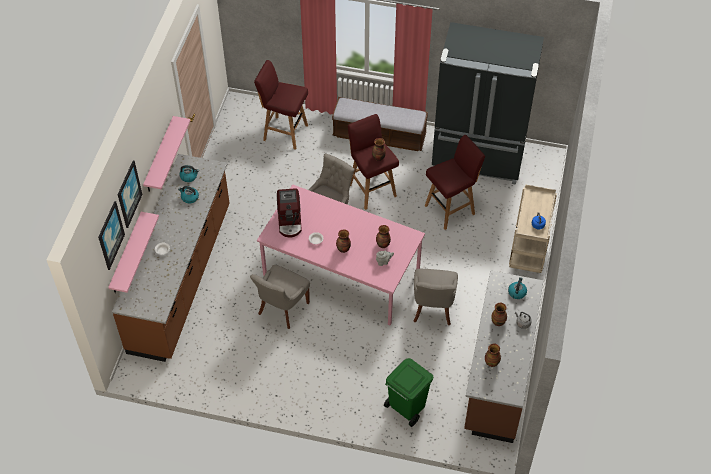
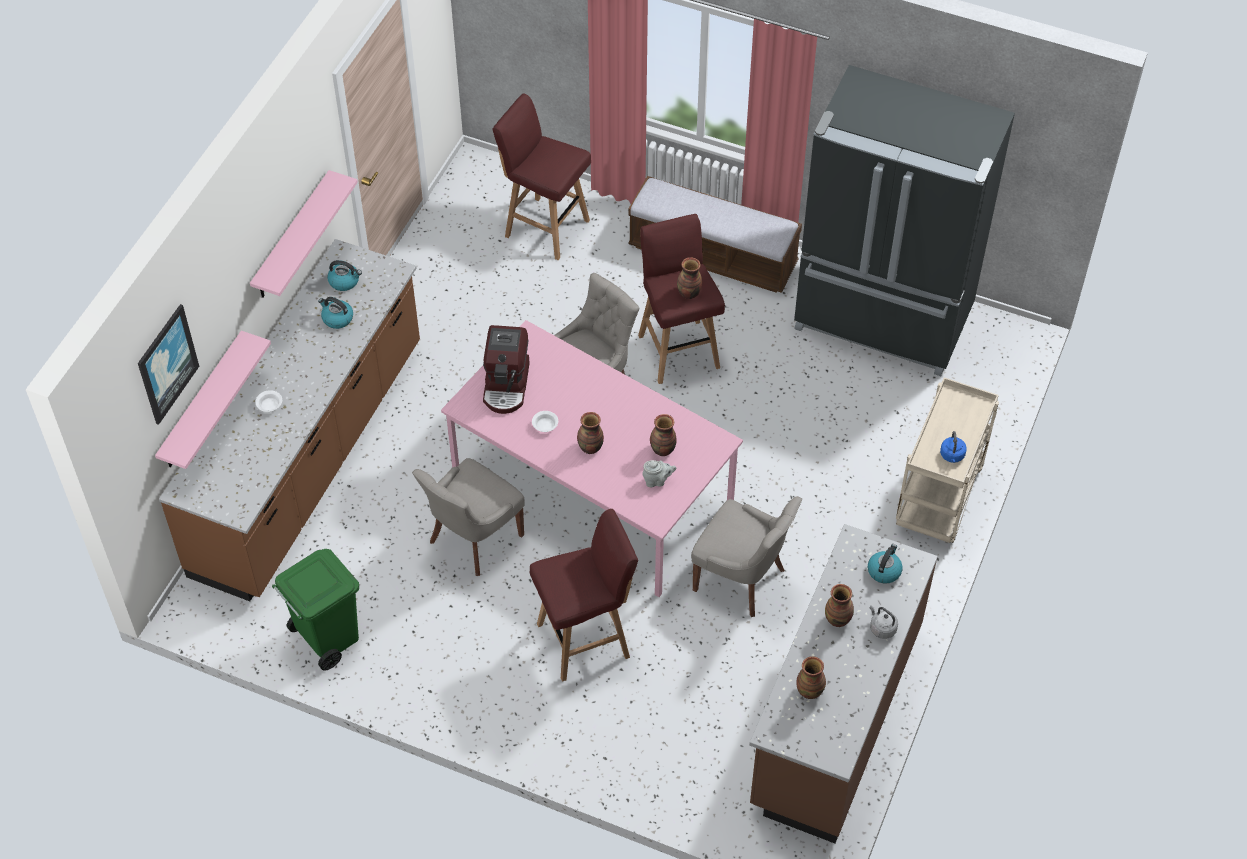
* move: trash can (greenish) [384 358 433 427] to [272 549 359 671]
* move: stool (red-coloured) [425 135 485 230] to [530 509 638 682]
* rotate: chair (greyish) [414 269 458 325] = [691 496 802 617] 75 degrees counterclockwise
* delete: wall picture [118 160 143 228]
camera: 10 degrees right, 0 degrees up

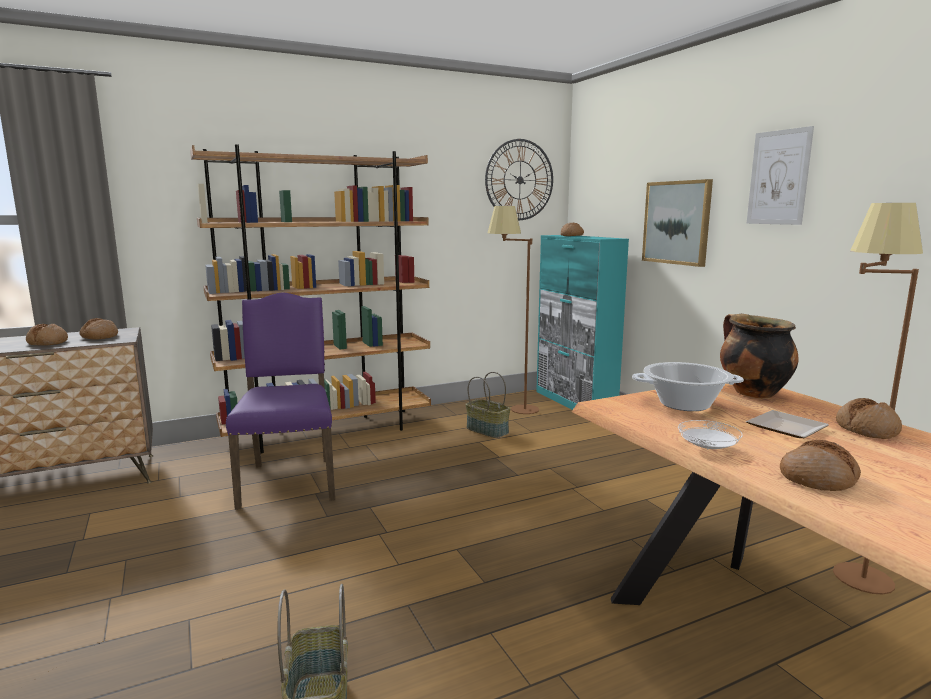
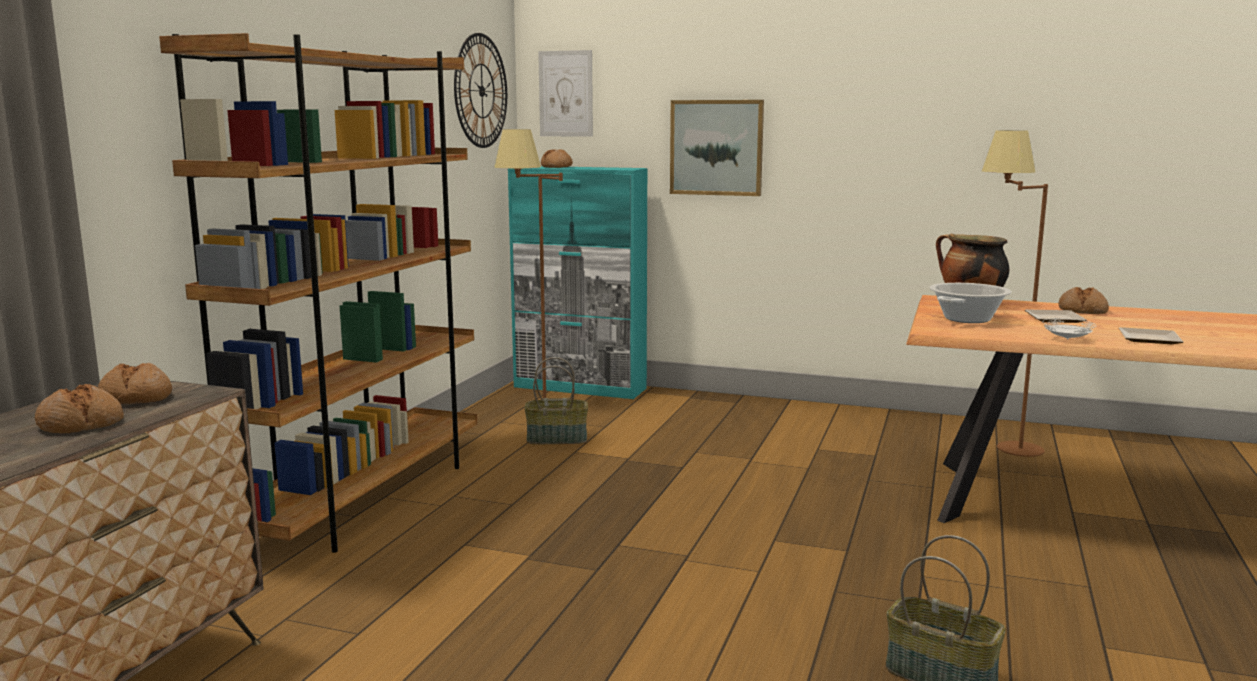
* move: wall picture [747 126 814 225] to [538 50 593 137]
* replace: bakery bread [780 440 861 491] to flat dish [1119 327 1183 344]
* delete: chair (purplish) [226 292 335 510]
camera: 45 degrees left, 0 degrees up

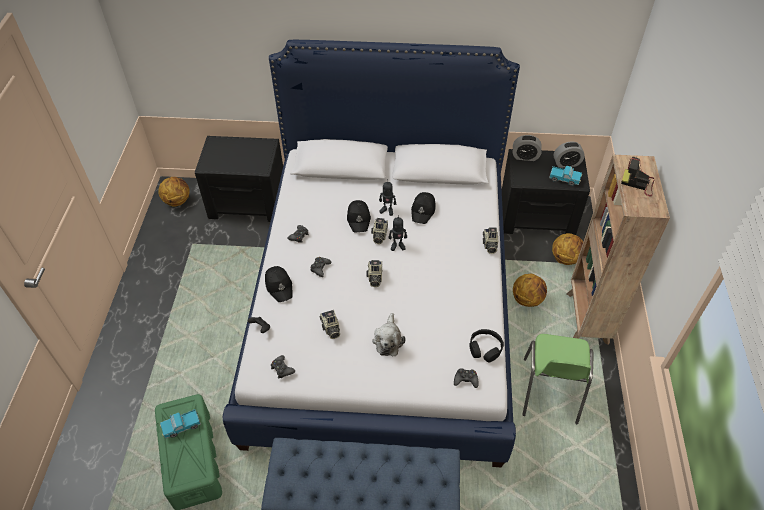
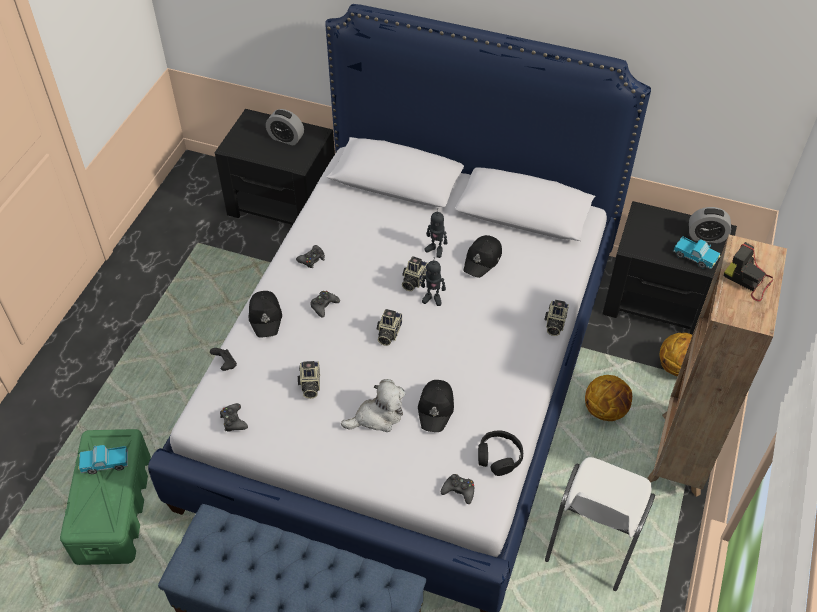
* move: alarm clock [513 135 542 161] to [266 109 304 146]
* rotate: soft toy [372 313 406 356] = [341 379 406 432] 135 degrees counterclockwise
* move: cap (black) [347 200 371 232] to [418 380 454 432]
* recolor: chair (greenish) [522 334 593 424] to chair (whitish) [545 457 655 591]
* delete: ball for basketball [158 177 190 207]
camera: 15 degrees right, 0 degrees up

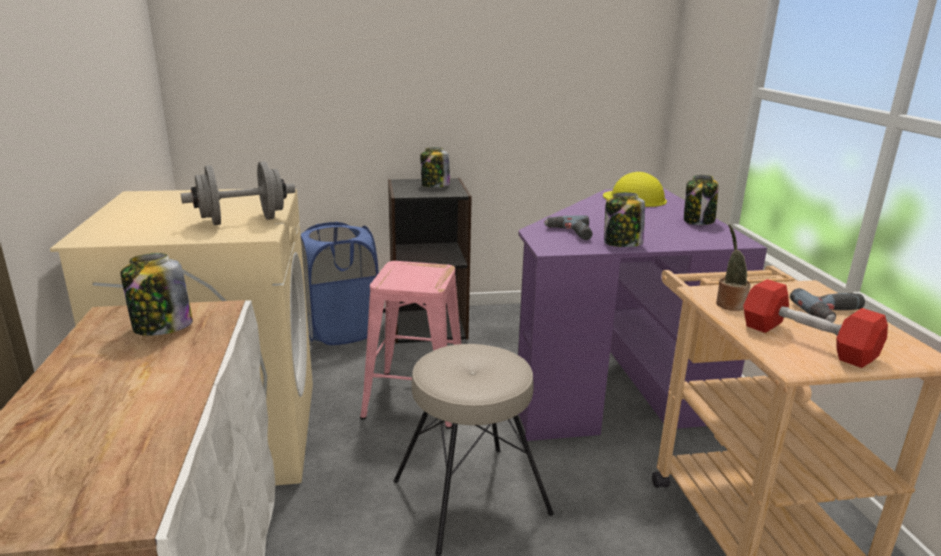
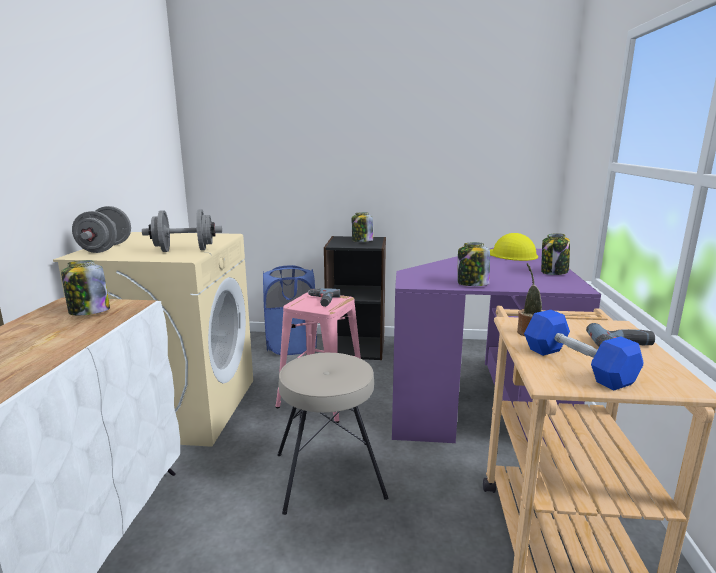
* insert: hand weight (greyish) [72 206 131 253]
* move: drill [544 216 592 240] to [308 288 340 307]
* recolor: hand weight (red-coloured) [743 279 888 368] to hand weight (bluish) [524 310 643 391]
camera: 15 degrees right, 5 degrees down

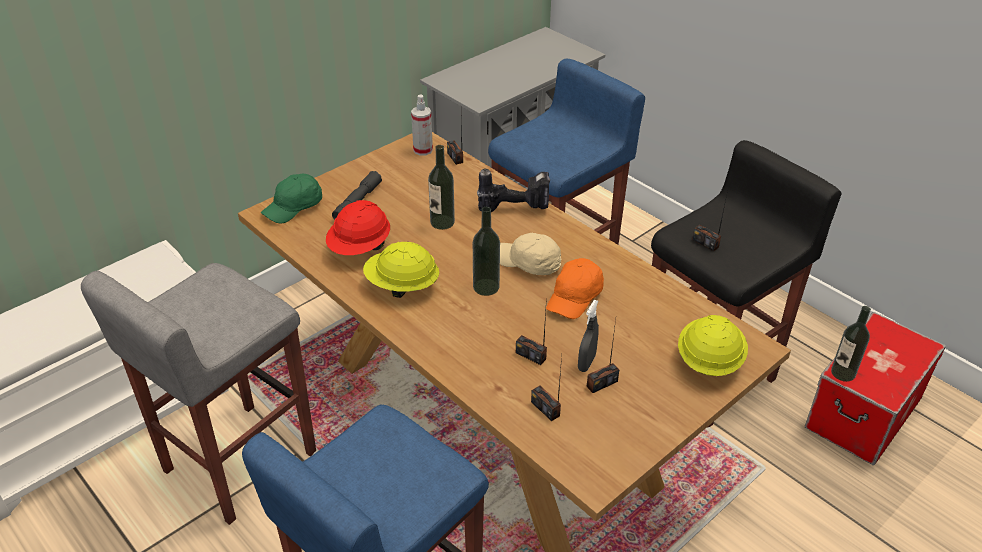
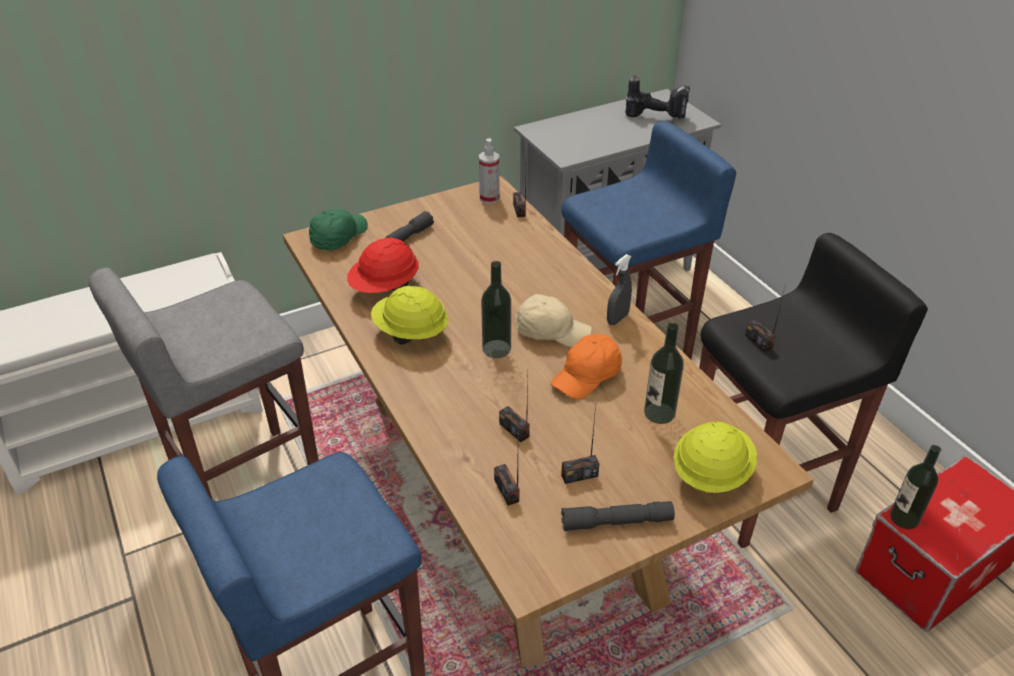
* rotate: cap (greenish) [261 174 322 224] = [309 209 368 250] 150 degrees clockwise
* rotate: cap (sand-coloured) [500 233 561 275] = [515 294 592 347] 150 degrees clockwise
* insert: flashlight (greyish) [561 501 675 531]
* move: spray bottle (greyish) [578 300 599 372] to [607 254 632 325]
* move: drill [477 169 550 212] to [625 75 690 119]
* move: beverage bottle [428 145 455 230] to [644 323 684 424]
camera: 15 degrees right, 0 degrees up

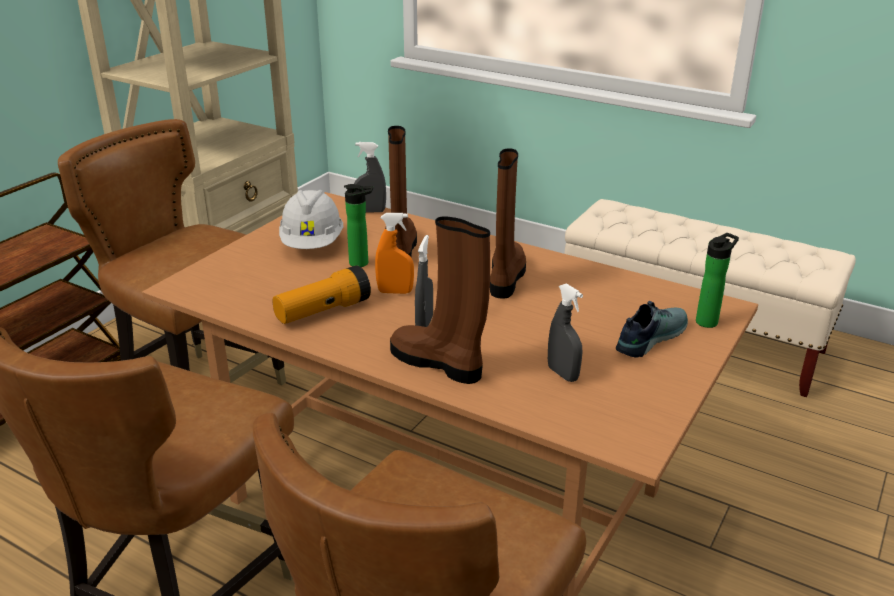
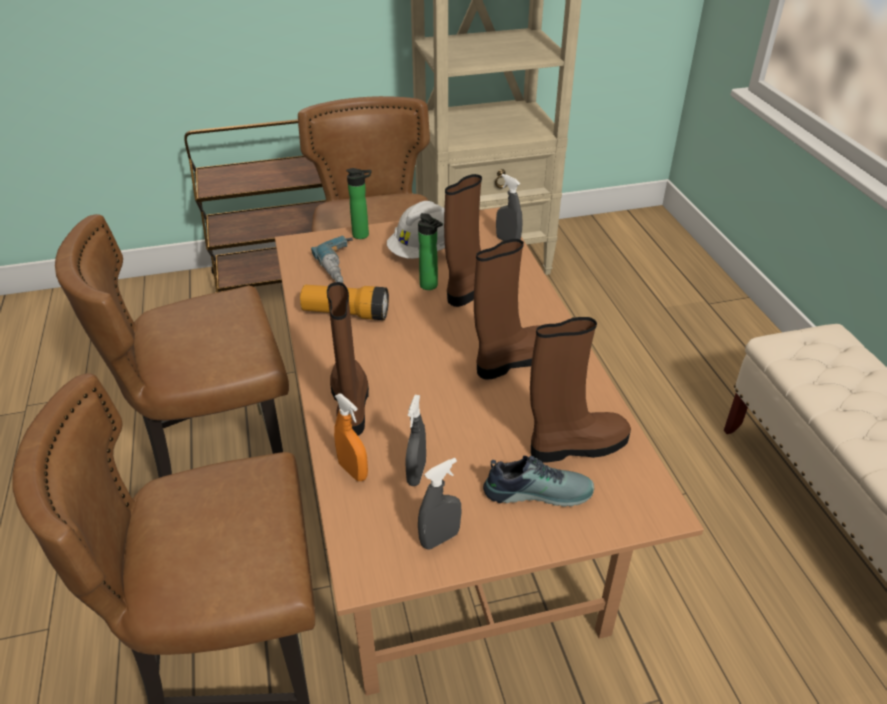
* insert: drill [311 236 353 283]
* move: spray bottle (orangey) [375 213 414 294] to [334 394 368 481]
* move: beverage bottle [696 233 739 328] to [346 168 372 239]
* move: spray bottle (greyish) [415 235 433 327] to [418 458 461 550]
* insert: boot (brown) [530 317 631 463]
camera: 45 degrees right, 10 degrees up

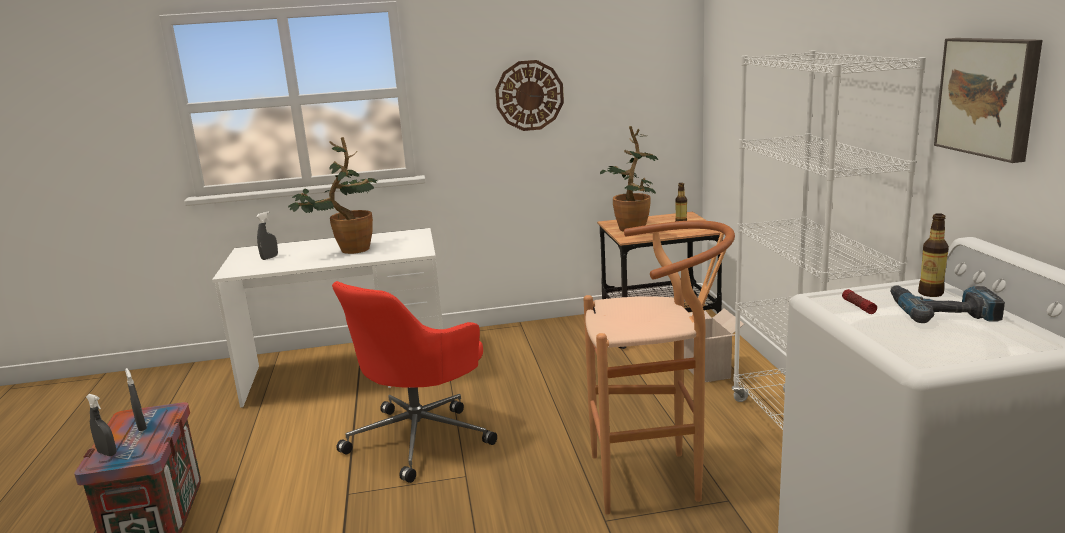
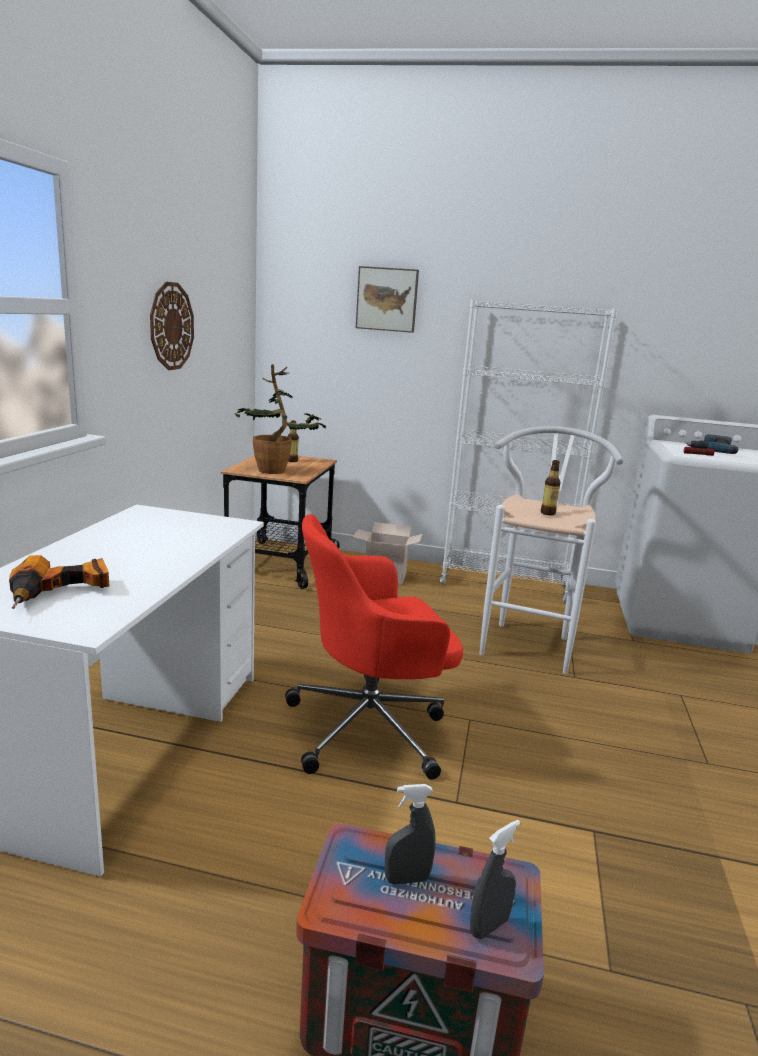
* replace: spray bottle (greyish) [256 211 278 260] to drill [9 555 109 609]
* rotate: computer chair (red-coloured) [332 281 497 483] = [285 514 463 780] 105 degrees clockwise
* move: wall picture [934 38 1042 163] to [356 266 419 333]
* recolor: stool (brown) [584 220 735 515] to stool (whitish) [479 426 623 674]
* move: beverage bottle [918 213 949 297] to [541 460 561 515]
* delete: plant in a pot [288 137 378 254]
camera: 70 degrees left, 0 degrees up

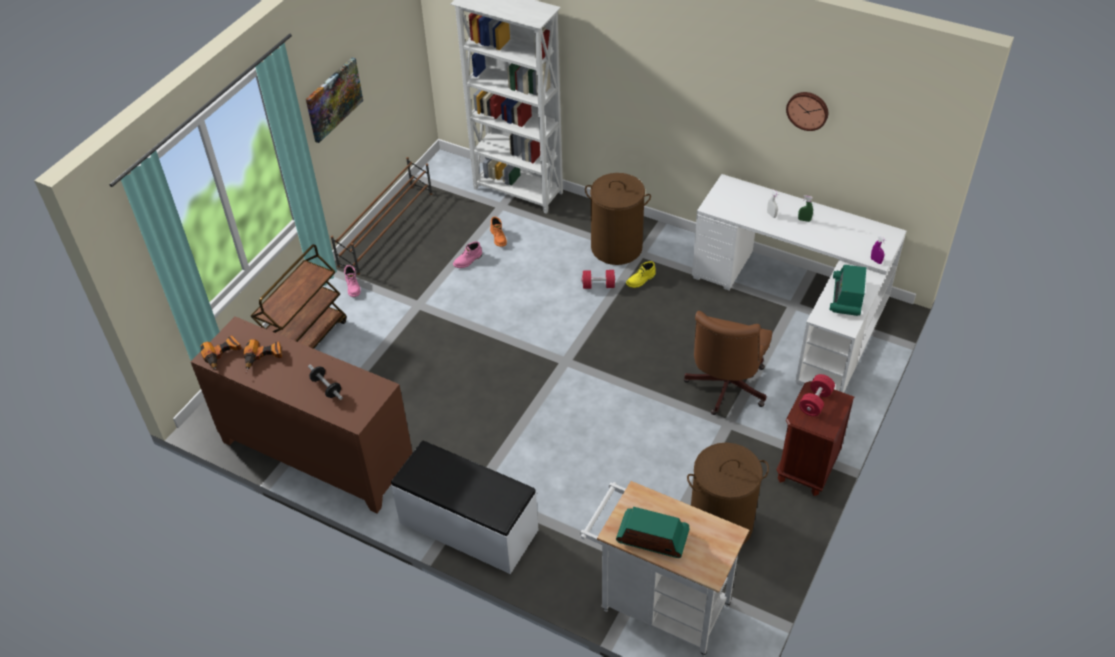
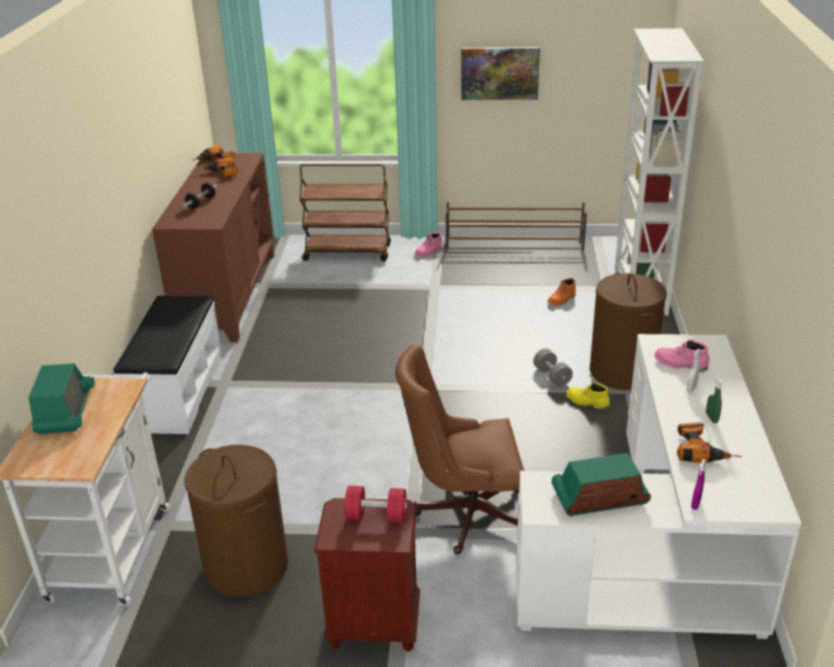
* recolor: hand weight (red-coloured) [582 270 616 289] to hand weight (greyish) [533 348 573 387]
* move: boot (pink-coloured) [453 241 482 268] to [654 340 709 372]
* insert: drill [677 422 742 463]
* delete: clock on the wall [786 92 828 131]
camera: 65 degrees right, 15 degrees down

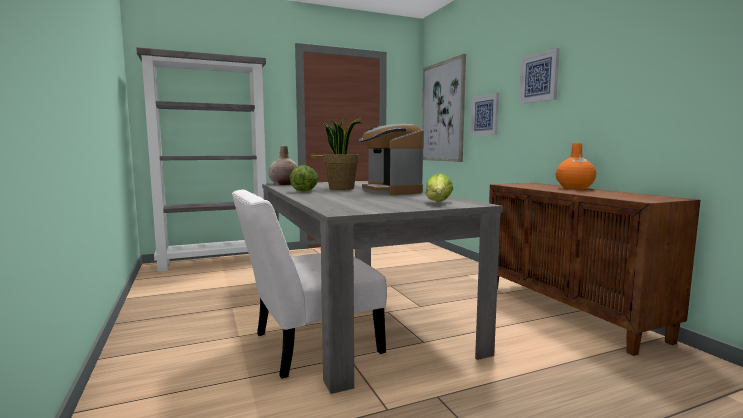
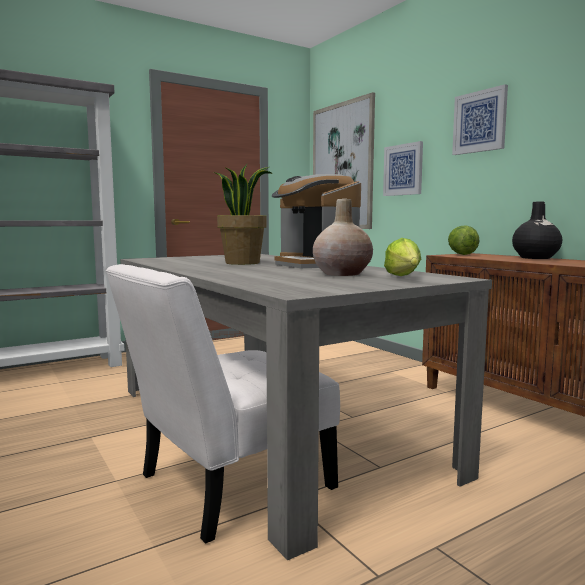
* move: vase (sand-coloured) [268 146 298 185] to [313 199 373 276]
* move: head of lettuce [290 165 318 192] to [448 225 479 255]
* recolor: vase (orangey) [556 143 596 189] to vase (black) [512 201 562 259]
camera: 10 degrees left, 0 degrees up

